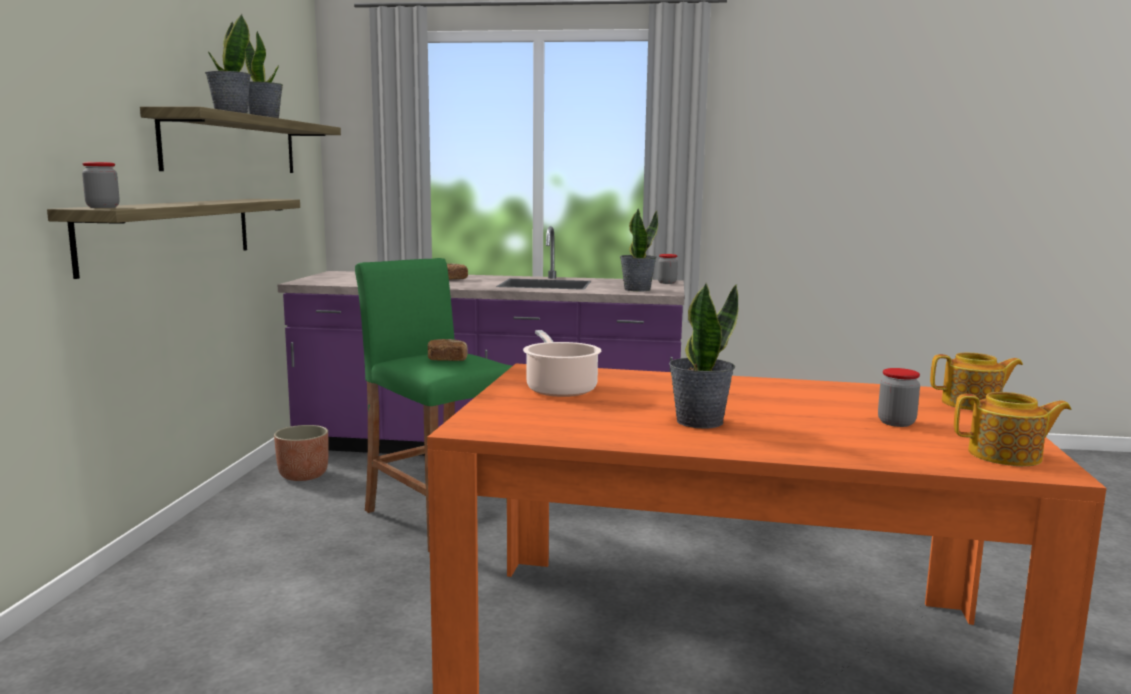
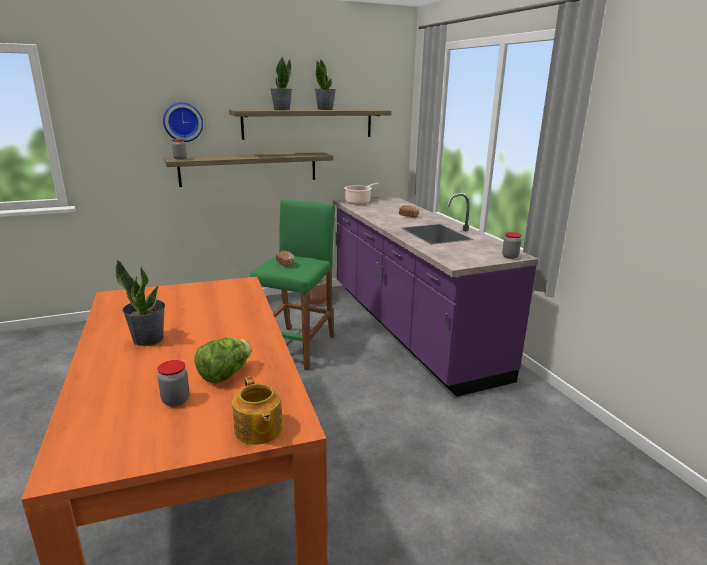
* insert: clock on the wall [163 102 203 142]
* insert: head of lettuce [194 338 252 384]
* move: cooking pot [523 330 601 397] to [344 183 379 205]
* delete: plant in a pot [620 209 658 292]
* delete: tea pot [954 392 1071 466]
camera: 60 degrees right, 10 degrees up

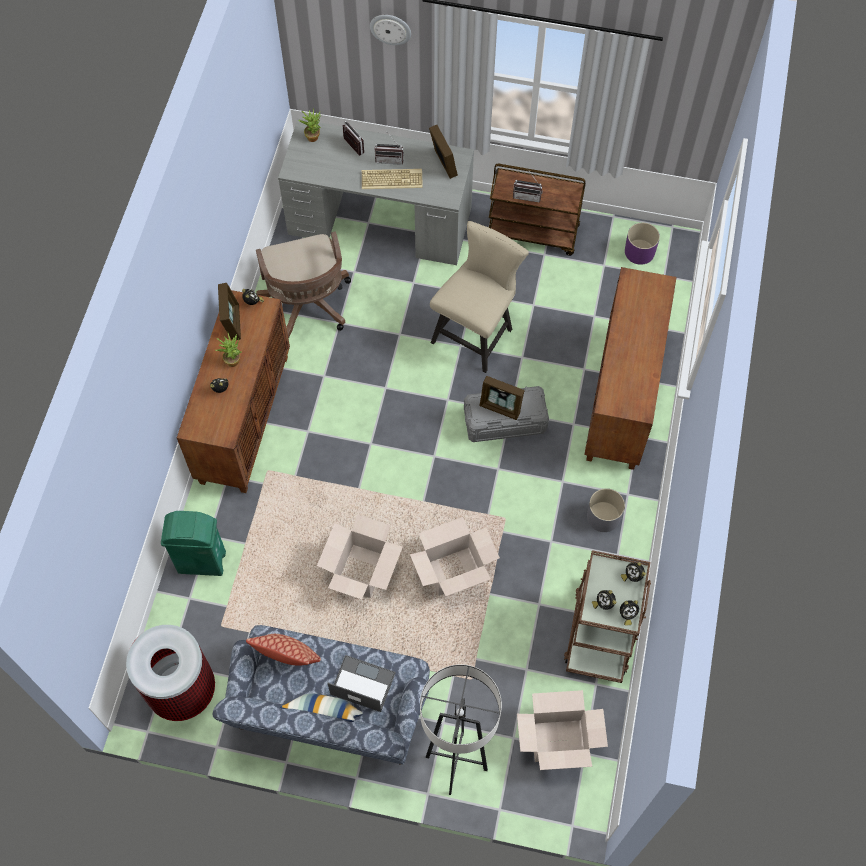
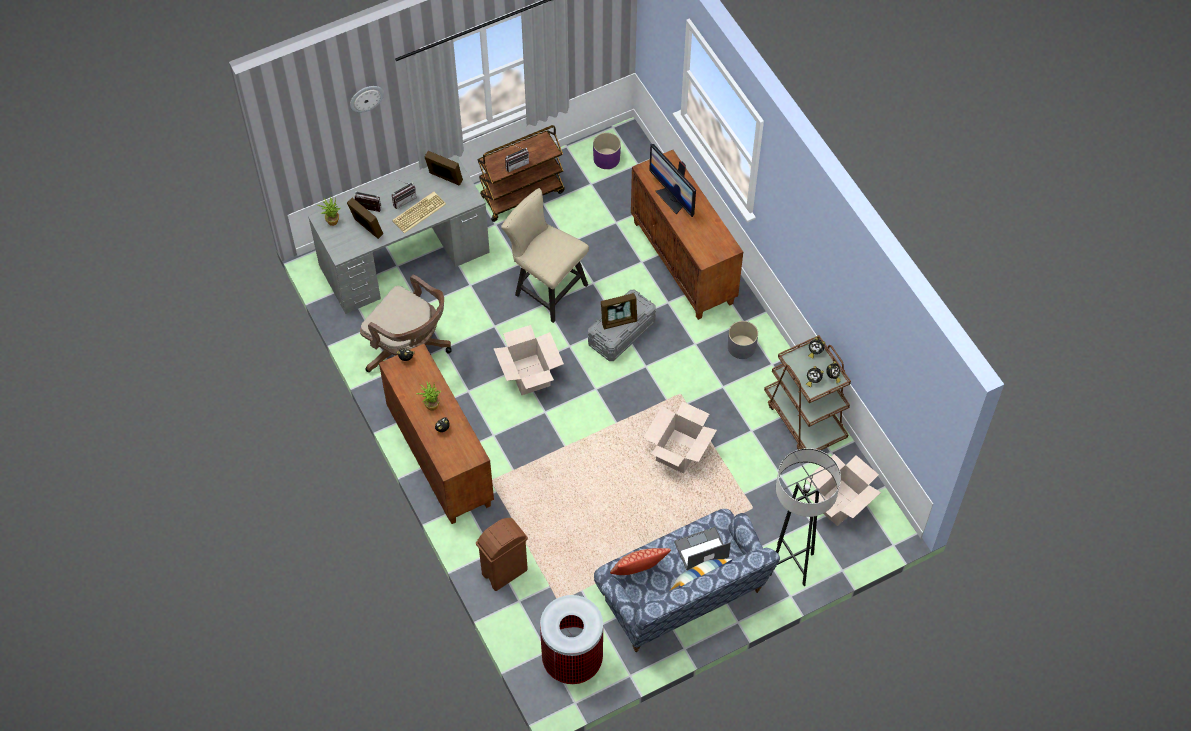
* move: standing frame [218 283 241 340] to [347 198 383 239]
* recolor: trash can (greenish) [161 511 226 576] to trash can (brown) [476 518 528 591]
* move: carton [317 514 403 600] to [494 325 564 395]
* rotate: chair (sand-coloured) [430 221 529 373] = [501 188 589 323] 45 degrees counterclockwise
* insert: computer display [649 144 696 217]
camera: 40 degrees left, 5 degrees down

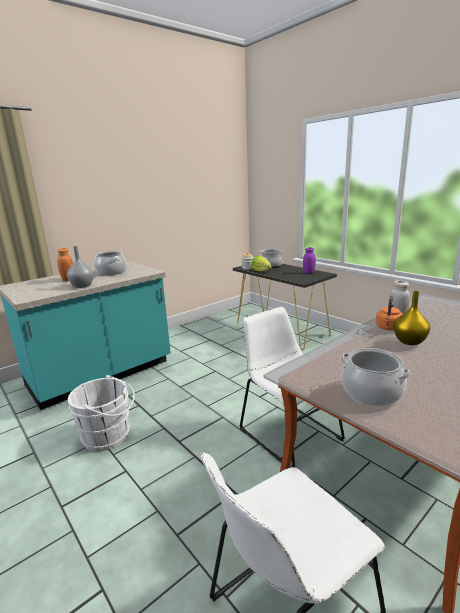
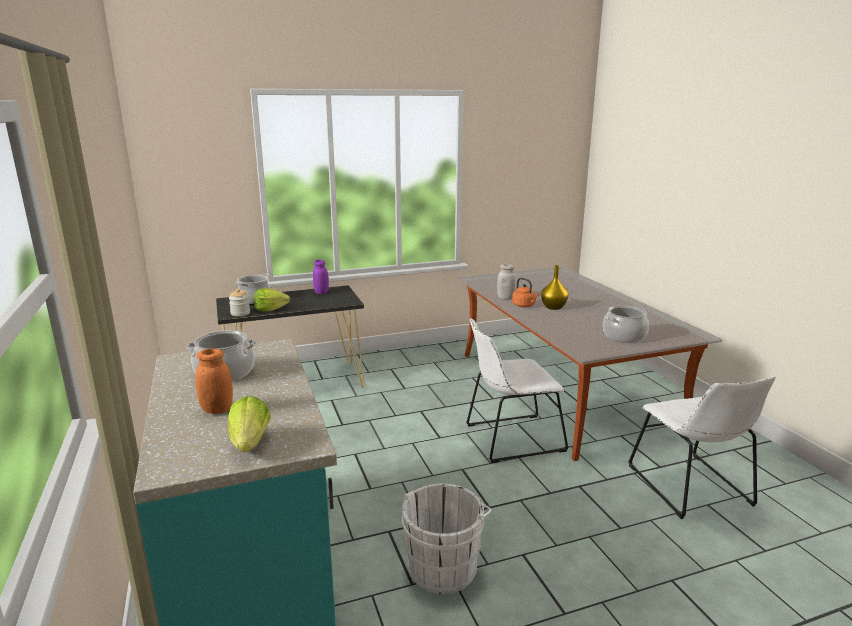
* insert: head of lettuce [228 396 271 452]
* delete: vase (greyish) [67 246 94 288]
camera: 70 degrees left, 0 degrees up

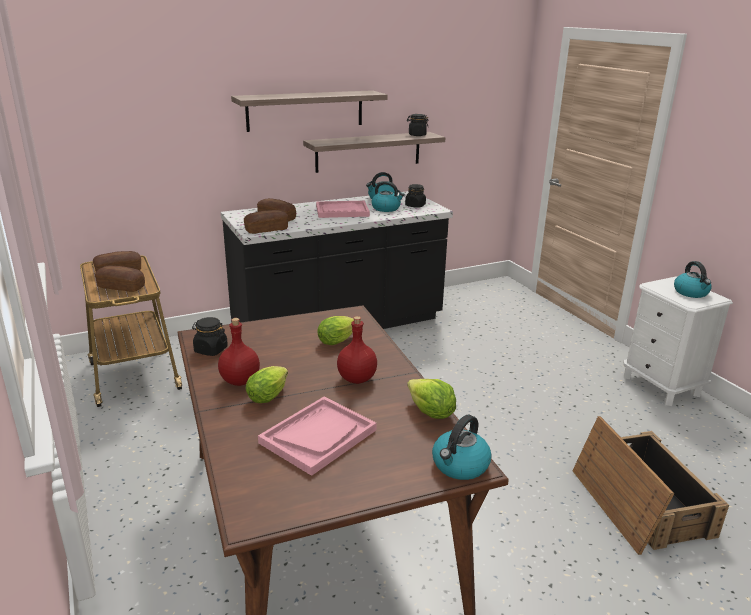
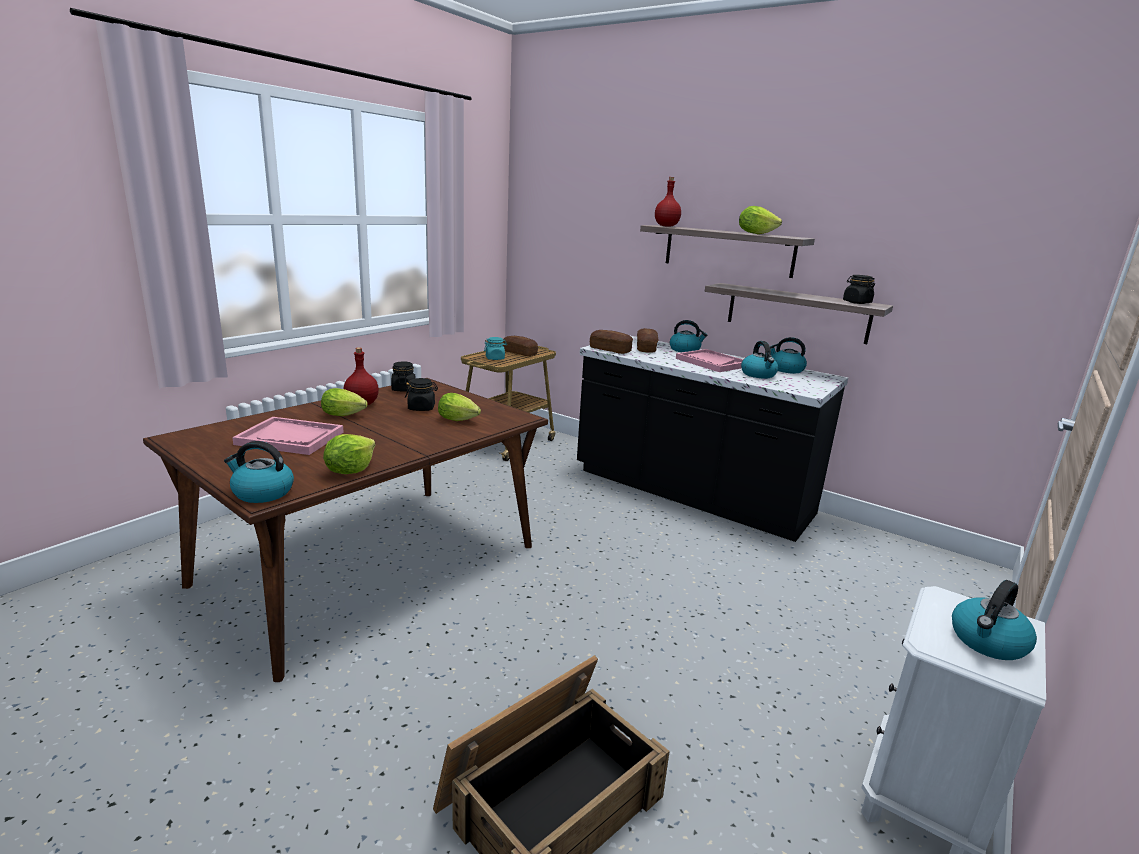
* move: storage jar (black) [405 184 426 208] to [405 378 438 411]
* replace: bakery bread [95 266 145 292] to storage jar (turquoise) [484 337 507 360]
* move: beverage bottle (red-coloured) [337 316 377 384] to [655 177 681 227]
* insert: water kettle [670 320 707 352]
* insert: head of lettuce [739 206 782 234]
camera: 60 degrees right, 5 degrees down

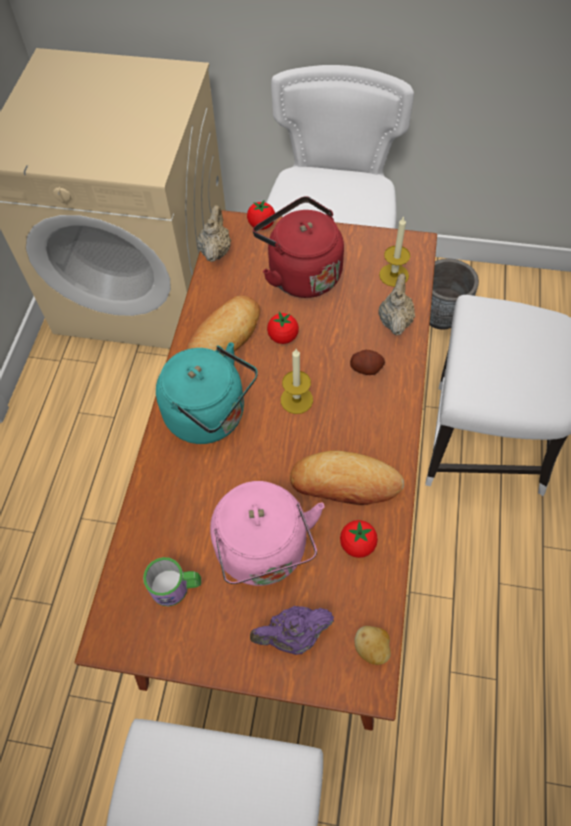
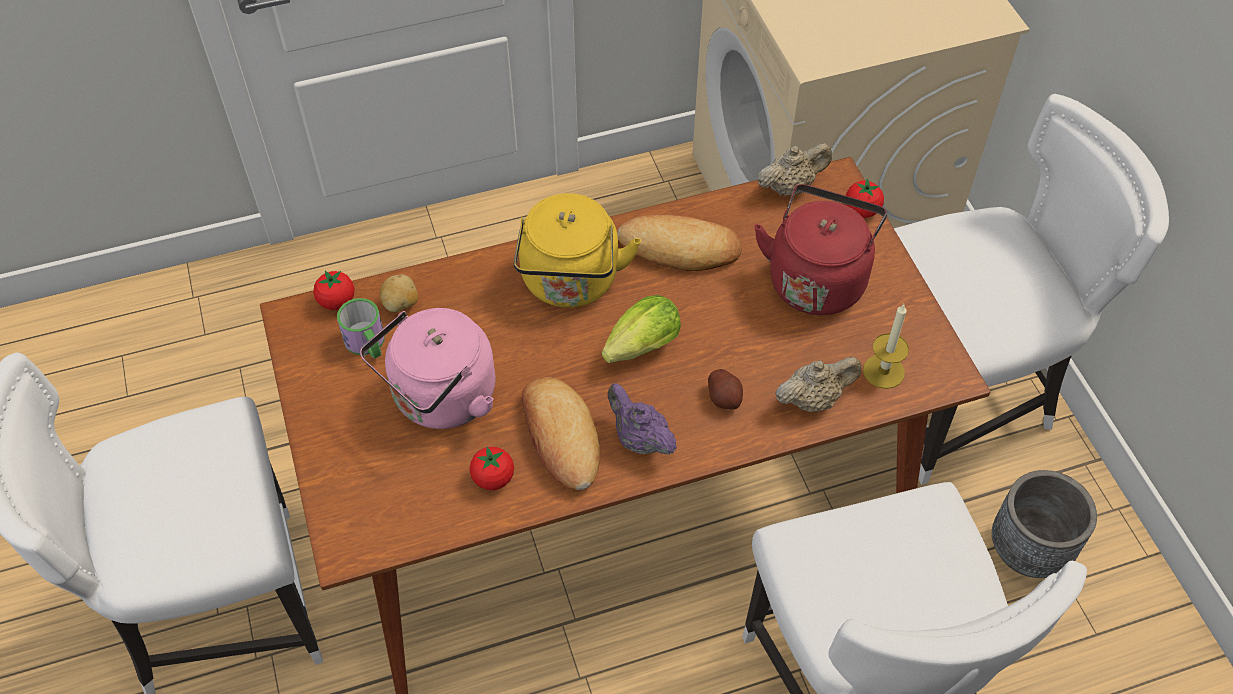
* move: tomato [267 312 299 344] to [313 271 355 310]
* move: potato [354 626 391 665] to [380 274 418 312]
* recolor: water kettle (turquoise) [156 342 258 444] to water kettle (yellow-coloured) [514 193 641 308]
* replace: candle [281 349 313 414] to head of lettuce [602 295 681 363]
* move: tea pot (purplish) [250 606 334 655] to [608 383 677 455]
camera: 60 degrees right, 5 degrees down

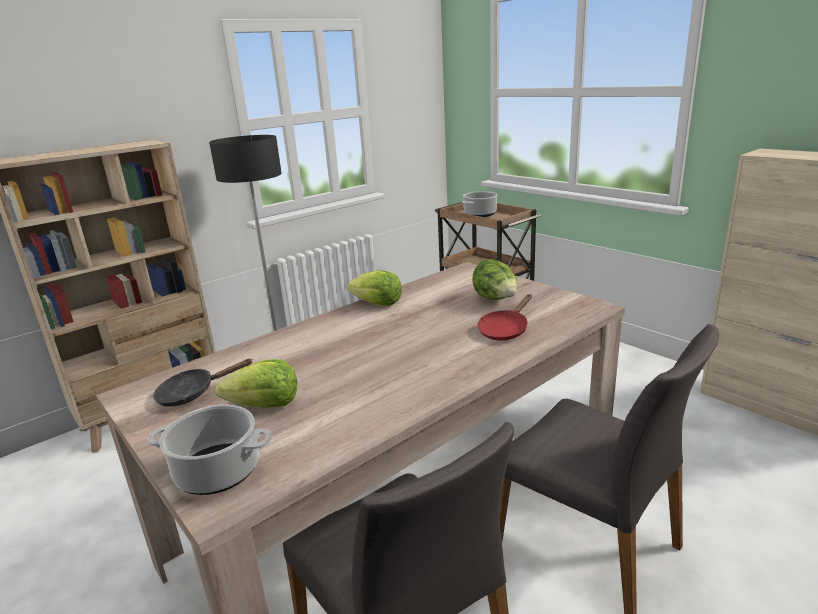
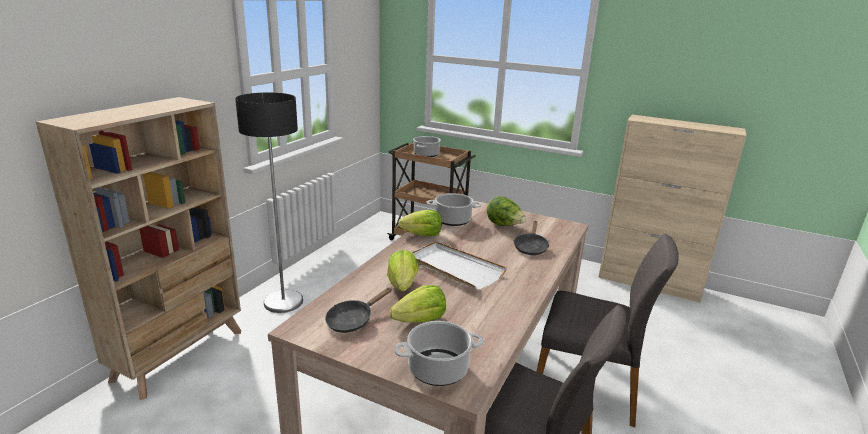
* insert: head of lettuce [387 250 418 291]
* insert: tray (whitish) [411 241 507 290]
* insert: cooking pot [426 193 482 226]
* recolor: skillet (red-coloured) [478 294 532 341] to skillet (black) [513 221 550 255]
camera: 25 degrees left, 0 degrees up

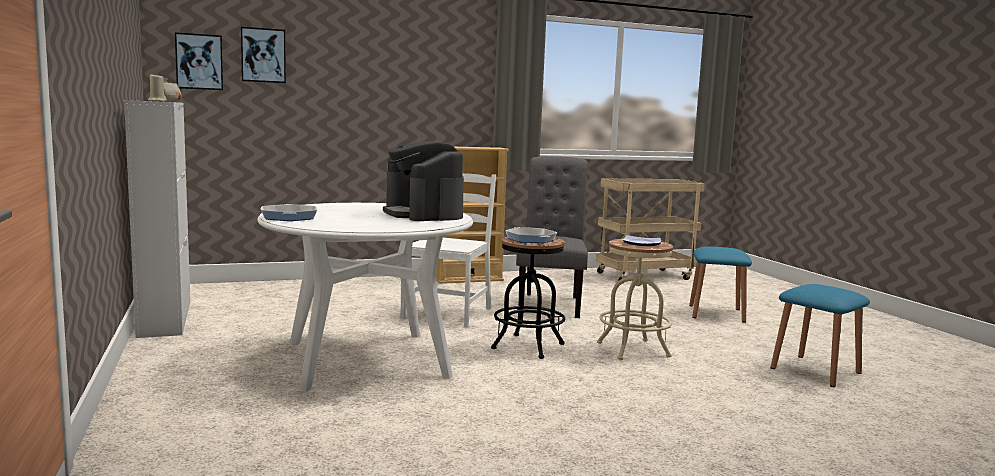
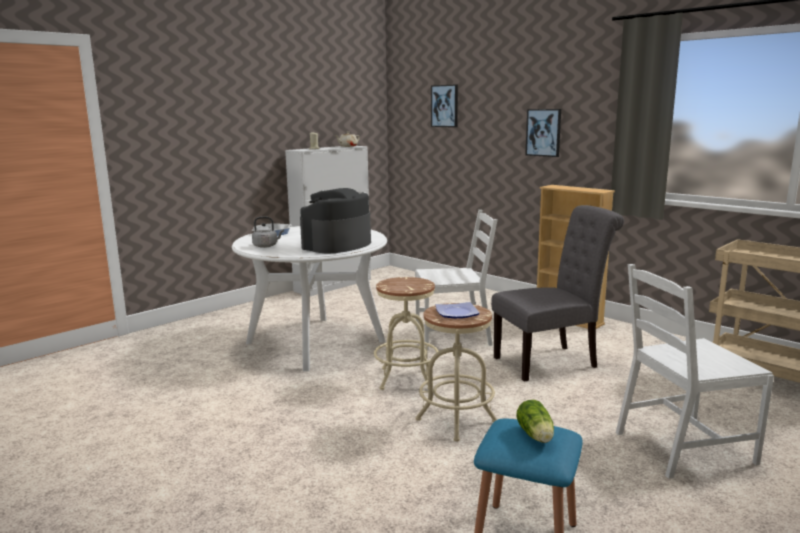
* insert: water kettle (greyish) [252 216 284 248]
* recolor: stool (black) [491 236 565 359] to stool (sand-coloured) [374 277 438 390]
* insert: head of lettuce [516 400 554 443]
* move: wall picture [175 32 223 90] to [525 109 561 157]
* replace: stool (bluish) [689 247 752 323] to chair (whitish) [616 264 774 479]
* delete: skillet [505 227 557 243]
camera: 65 degrees right, 5 degrees up

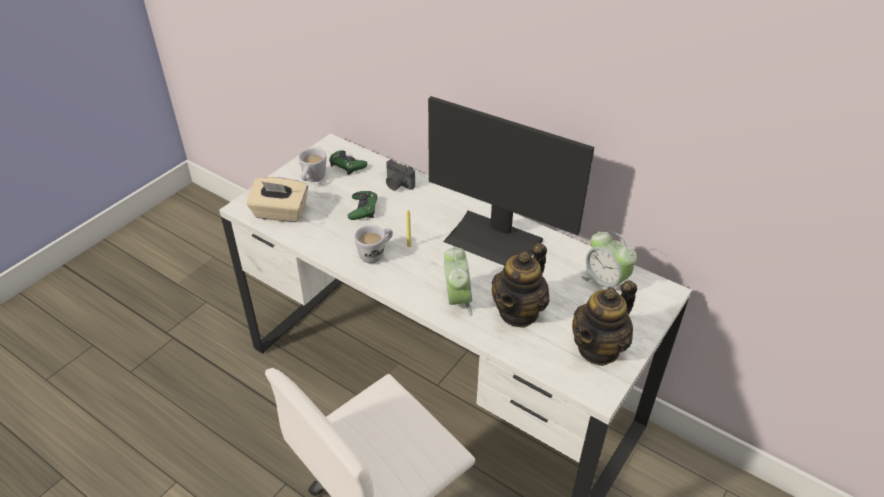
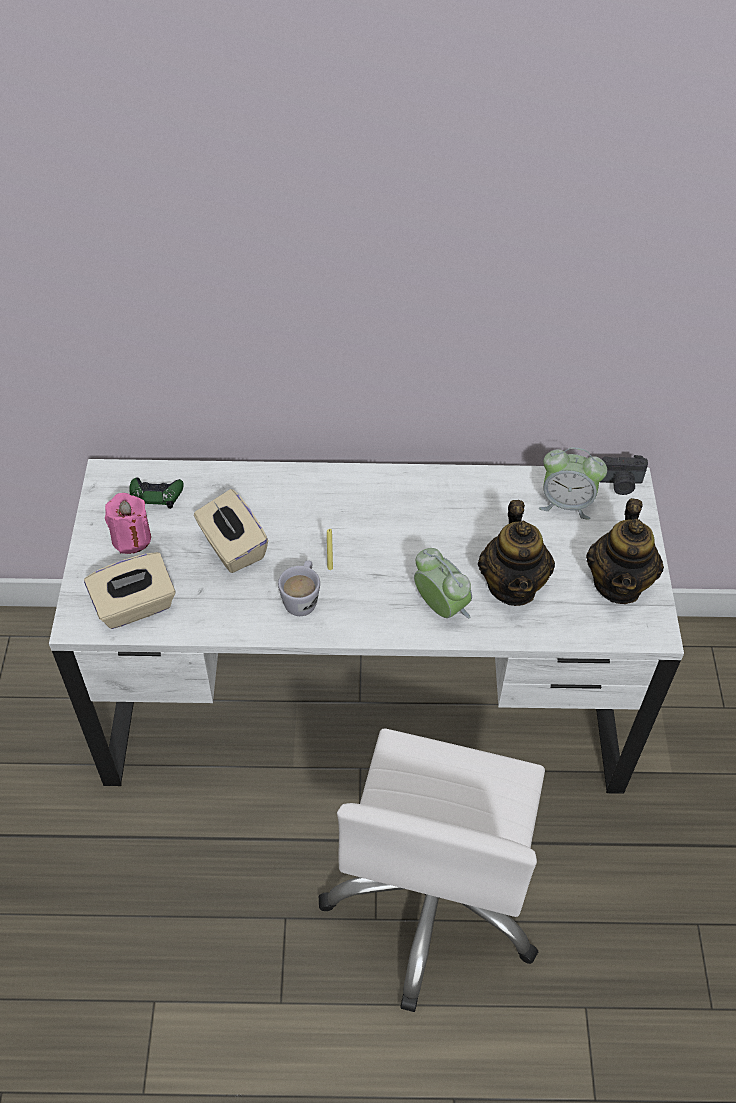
* replace: tea mug (whitish) [299 148 326 182] to candle (pink-coloured) [105 493 151 554]
* replace: gamepad (greenish) [348 191 377 220] to tissue box (sand-coloured) [194 489 268 573]
* move: photo camera [386 160 415 191] to [600 455 648 495]
* delete: computer display [428 96 594 266]
camera: 35 degrees left, 10 degrees up

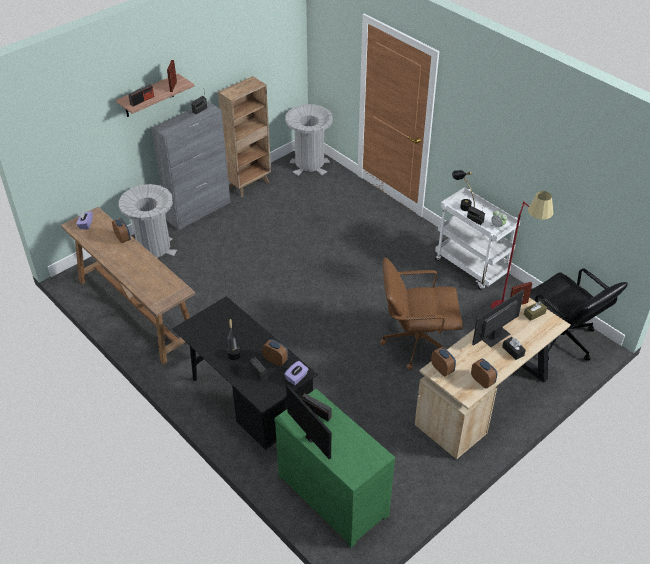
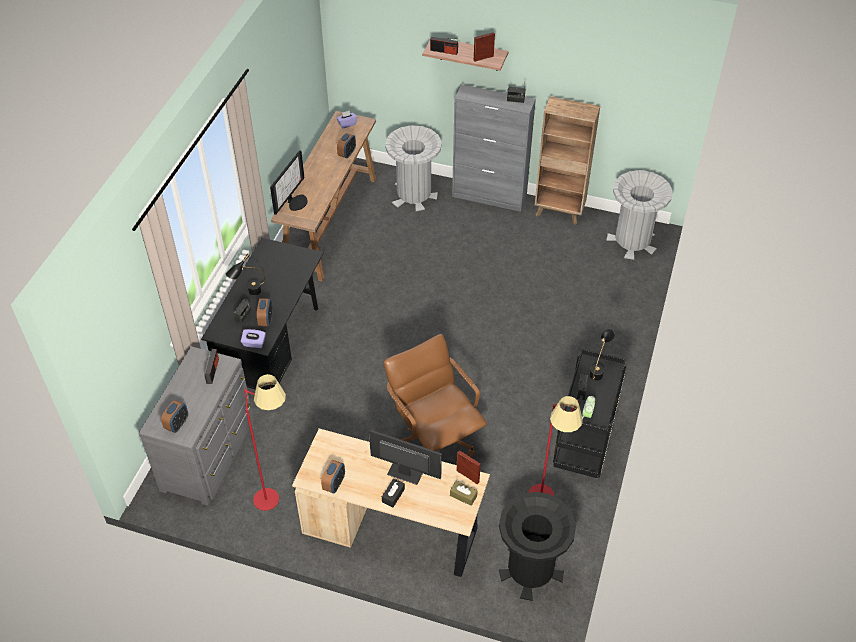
* recolor: chest of drawers (greenish) [274 389 396 548] to chest of drawers (greyish) [138 346 254 505]
* move: alarm clock [431 347 456 376] to [161 400 188 433]
* insert: standard lamp (red-coloured) [244 374 286 511]
* move: computer display [286 384 331 459] to [270 150 308 215]
* replace: computer chair (black) [529 268 628 361] to trash can (black) [499 492 576 601]
* recolor: cart (whitish) [435 187 520 290] to cart (black) [553 349 627 478]
camera: 60 degrees right, 5 degrees up

